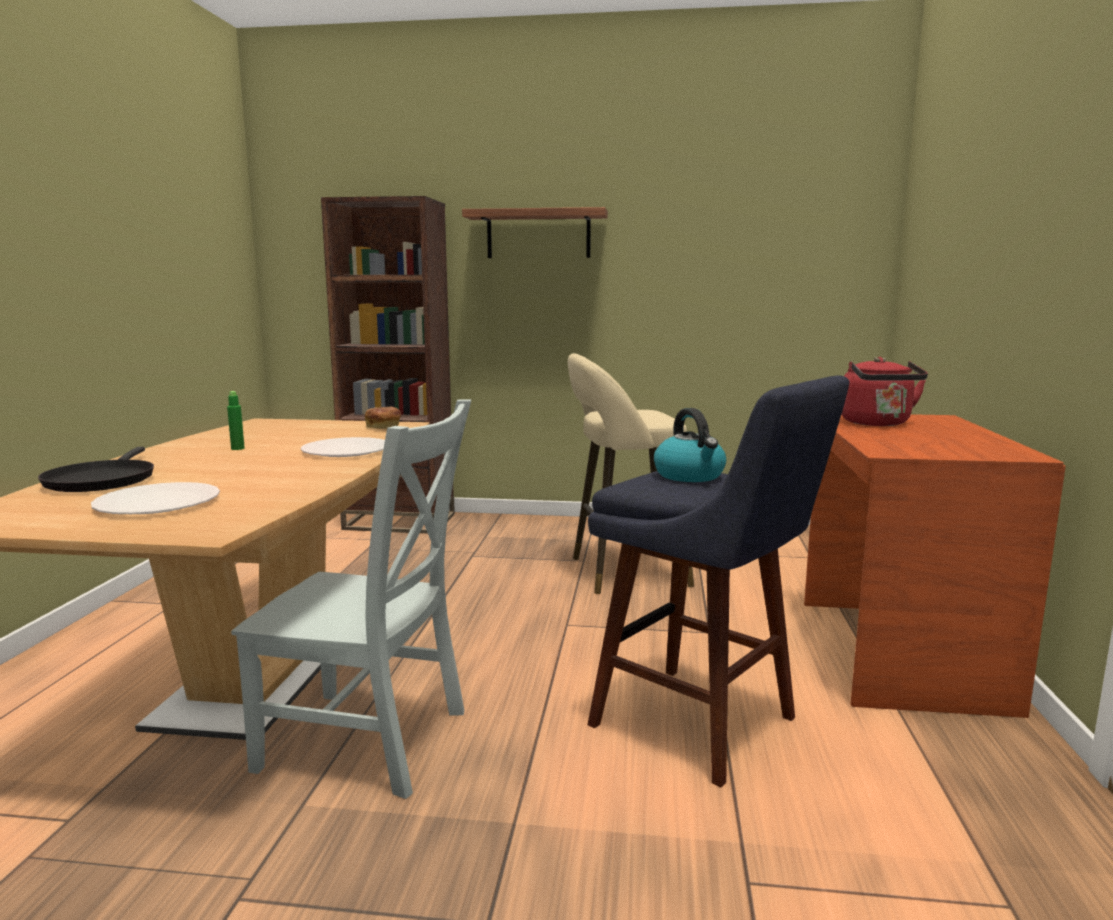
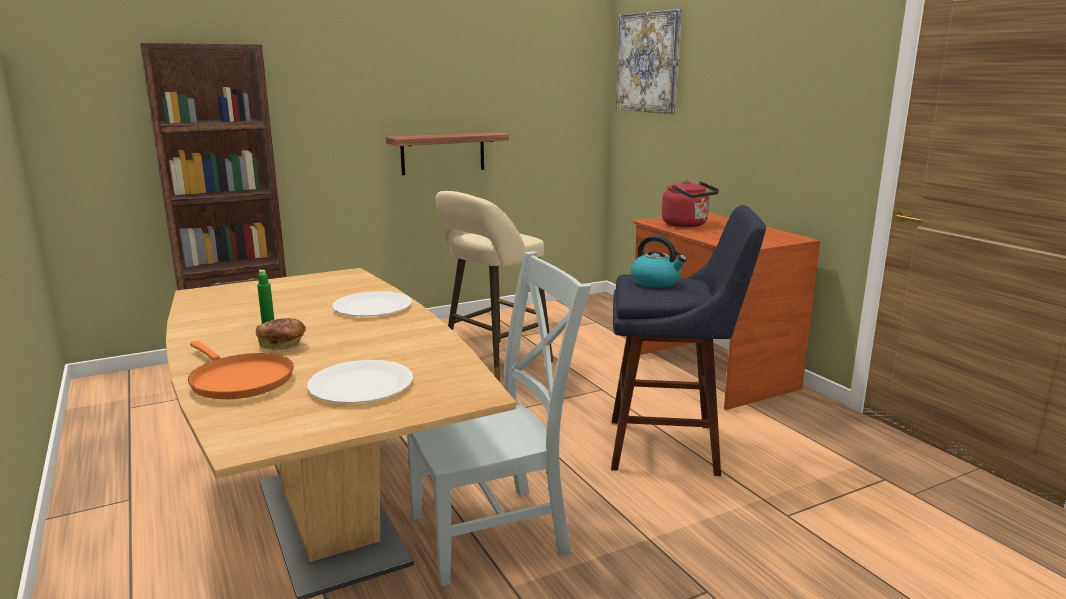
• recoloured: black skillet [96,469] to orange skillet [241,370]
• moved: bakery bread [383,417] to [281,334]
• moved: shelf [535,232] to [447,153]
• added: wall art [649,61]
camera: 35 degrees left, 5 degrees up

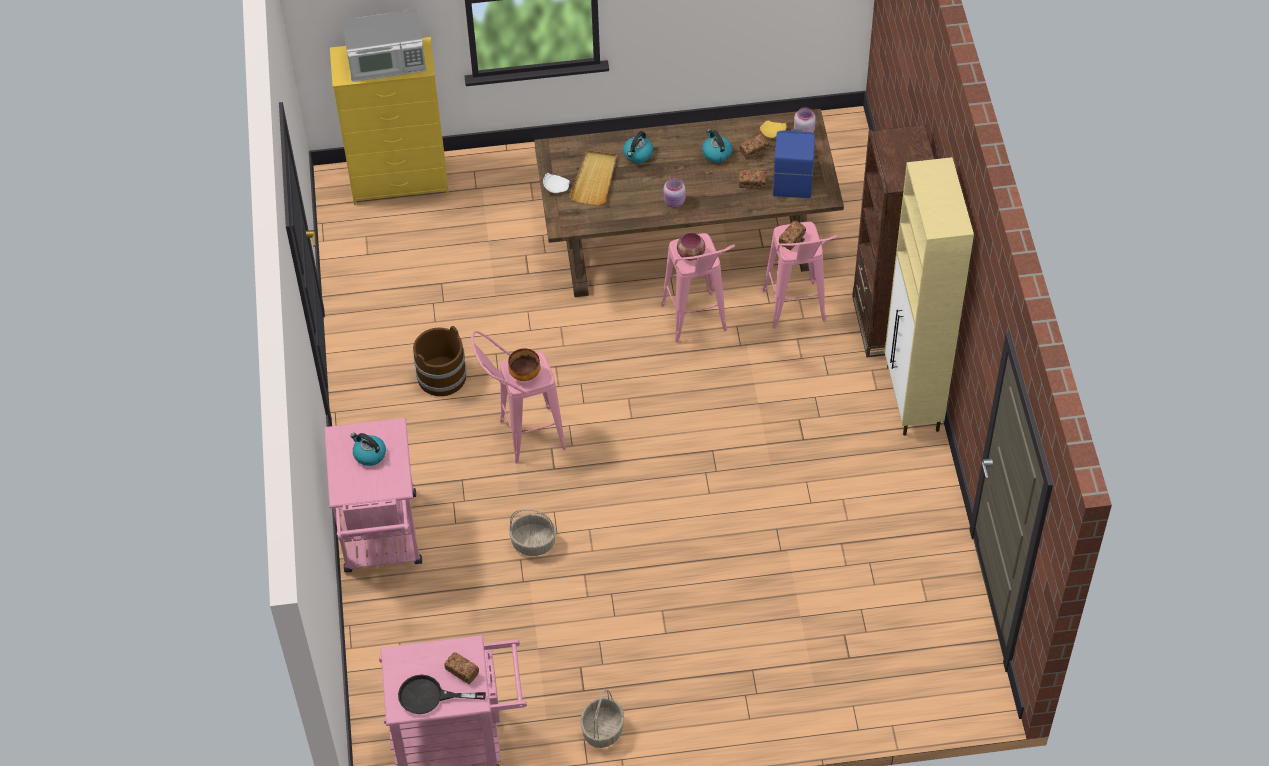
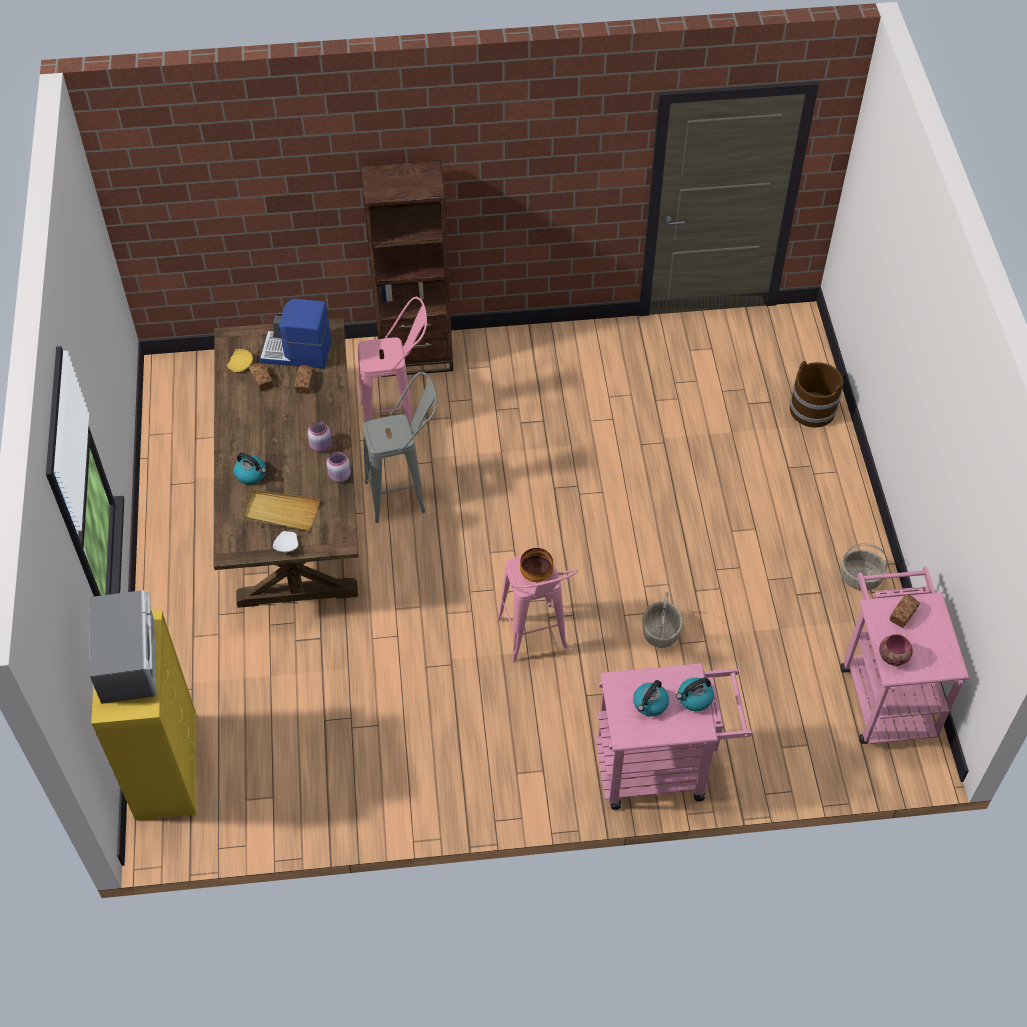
• removed: black skillet [442,694]
• moved: brown pail [440,361] to [816,394]
• recoloured: pinkish stool seat [698,288] to grey stool seat [400,447]
• moved: bowl [691,247] to [896,650]
• moved: tea kettle [717,146] to [695,694]
• removed: bakery bread [792,235]
• moved: pinkish storage jar [805,120] to [338,467]
• removed: beige-coloured cabinet [929,296]
camera: 90 degrees left, 0 degrees up

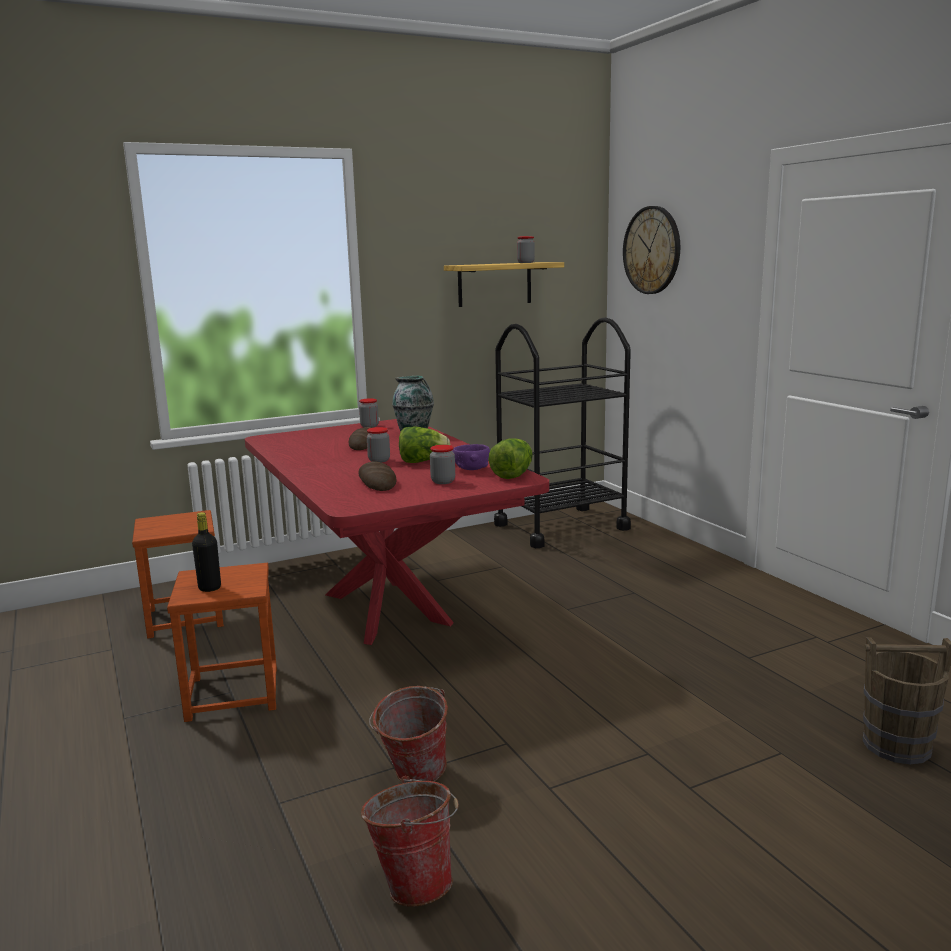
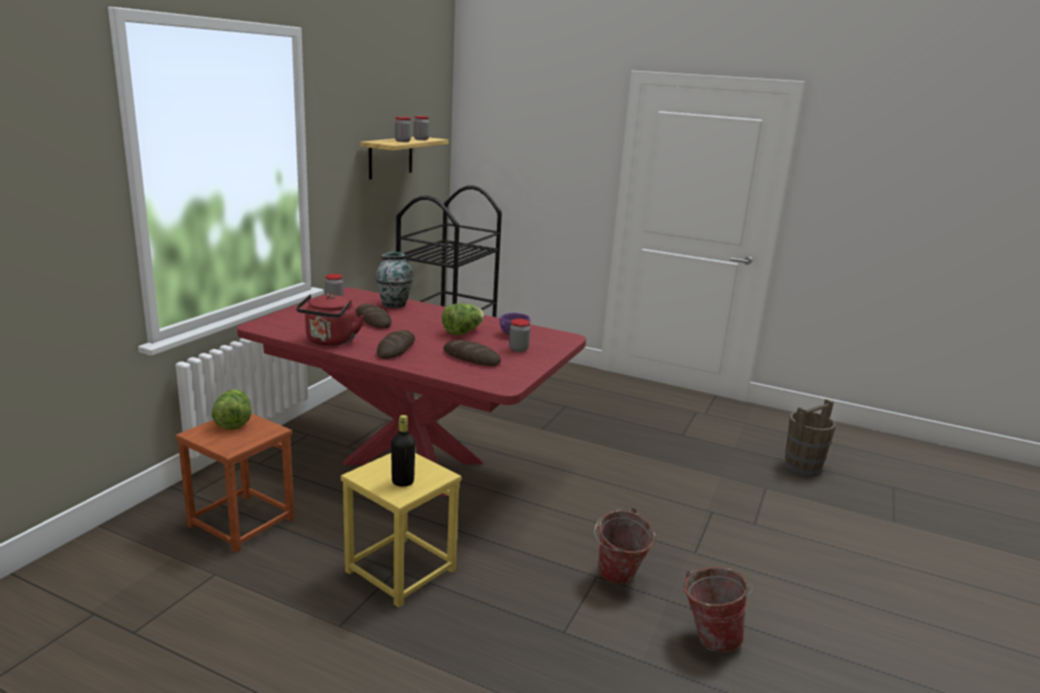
• recoloured: brown stool seat [222,642] to yellow-coloured stool seat [401,530]
• moved: storage jar [378,445] to [403,129]
• moved: lettuce head [510,458] to [231,409]
• removed: clock on the wall [651,250]
• added: red-coloured tea kettle [330,320]
• added: bakery bread [396,344]
camera: 40 degrees left, 5 degrees up

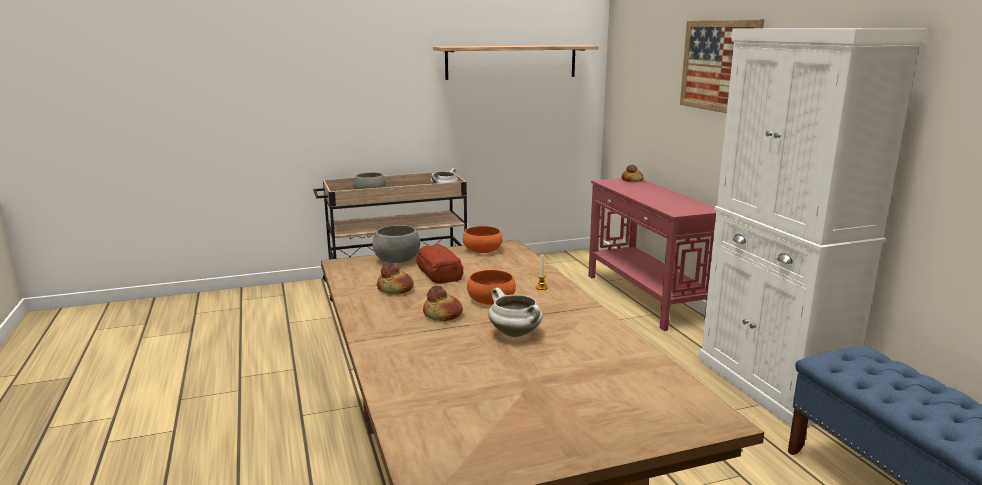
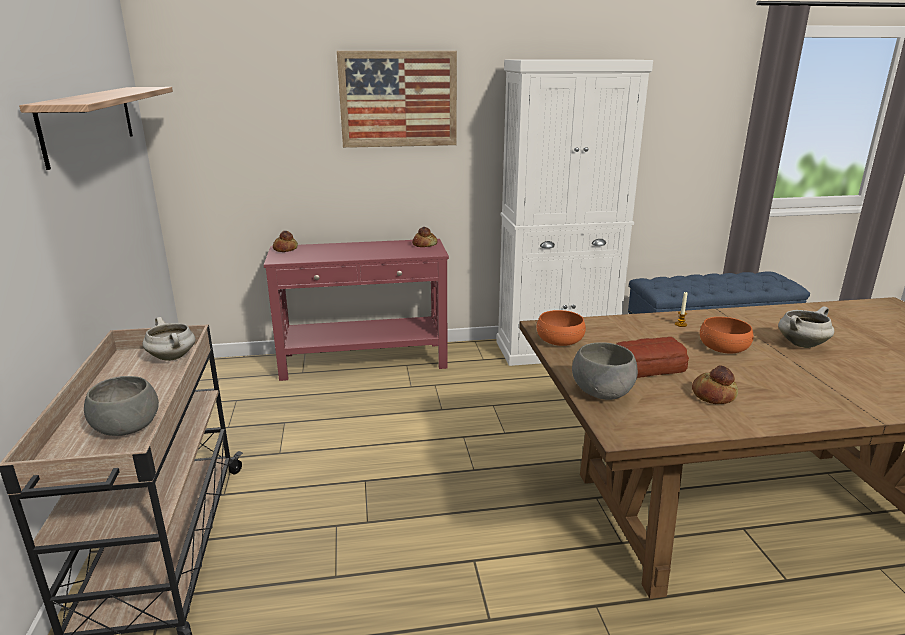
• moved: bakery bread [443,303] to [425,237]
camera: 80 degrees left, 5 degrees up

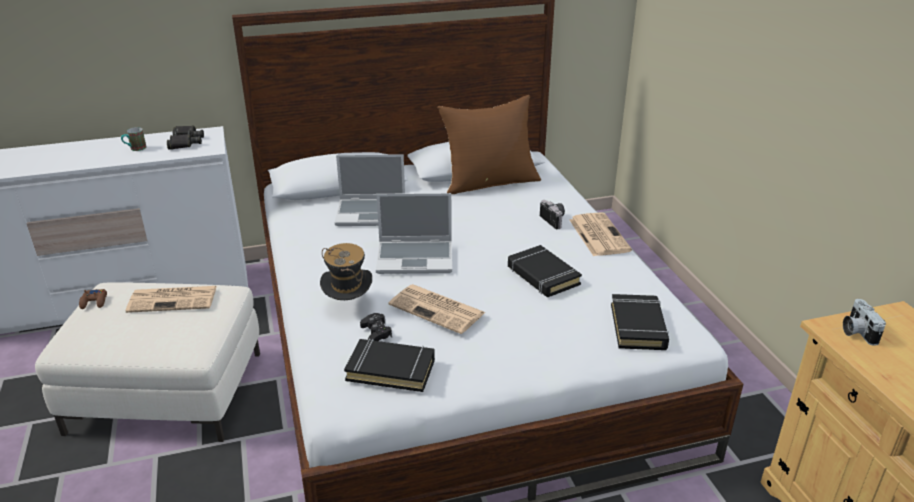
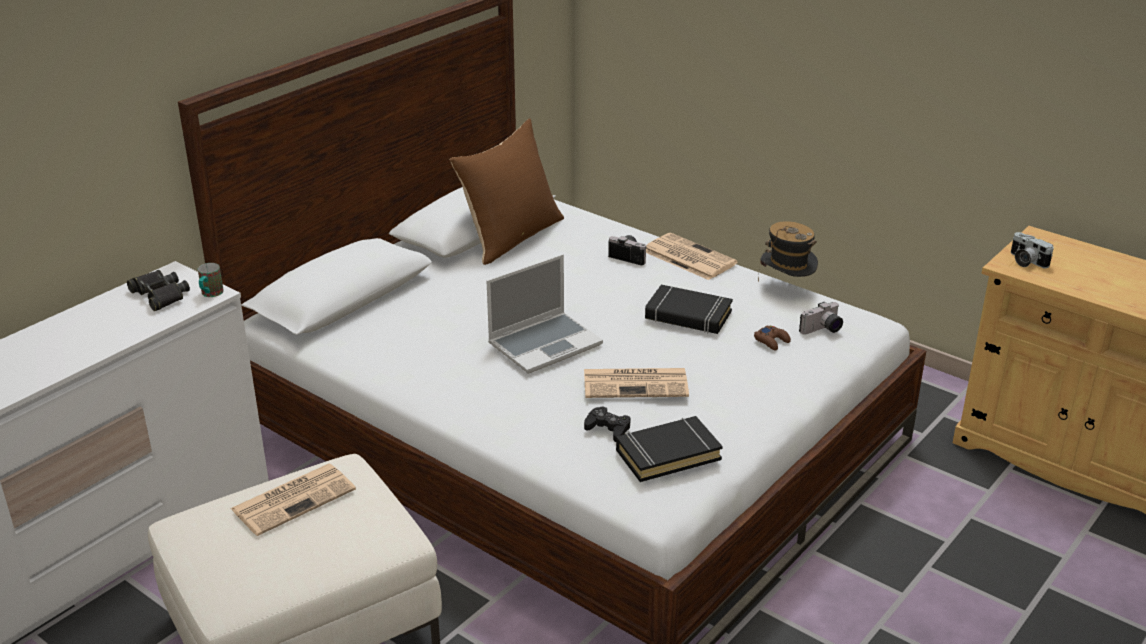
• moved: brown gamepad [93,299] to [772,338]
• moved: coffee mug [134,139] to [211,280]
• moved: wearable hat [346,271] to [788,251]
• removed: portable computer [370,190]
• replaced: black bound book [640,322] to photo camera [821,318]
camera: 35 degrees left, 0 degrees up

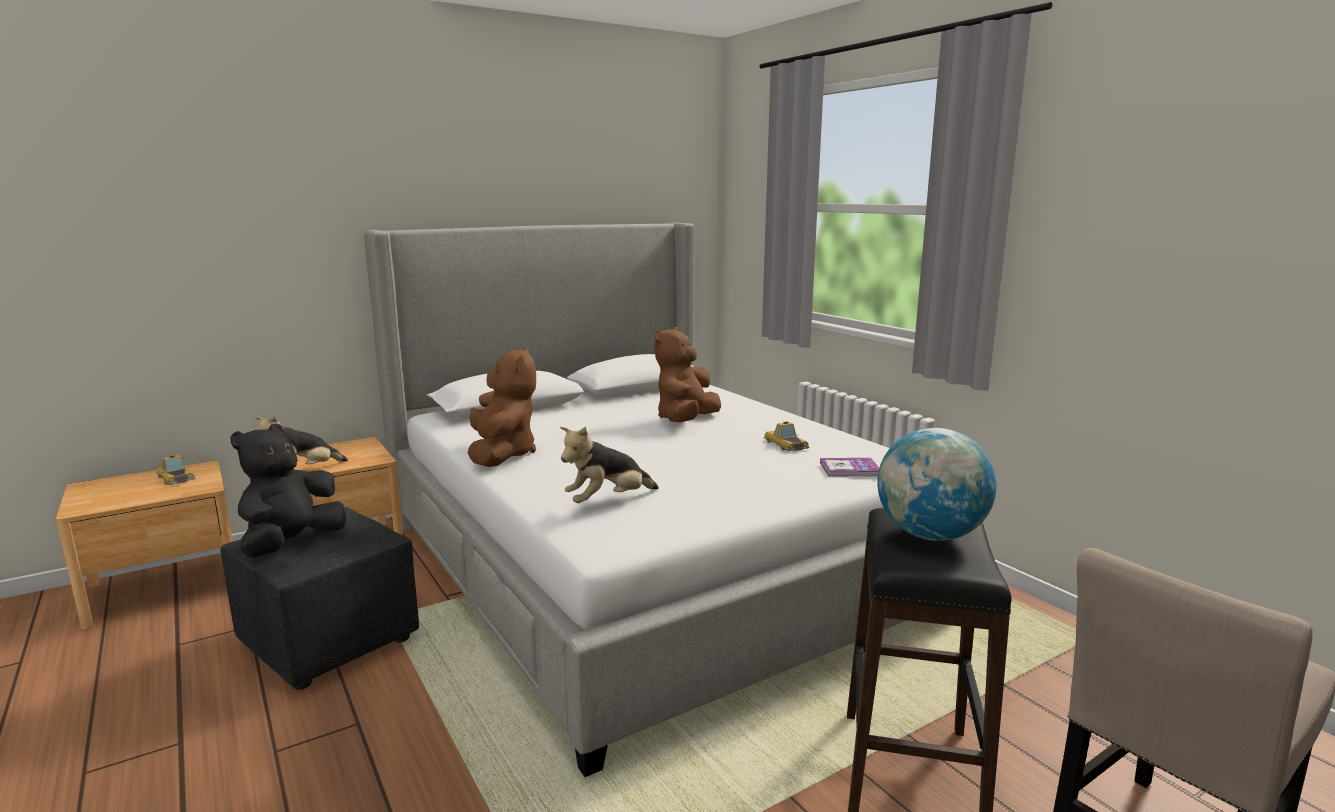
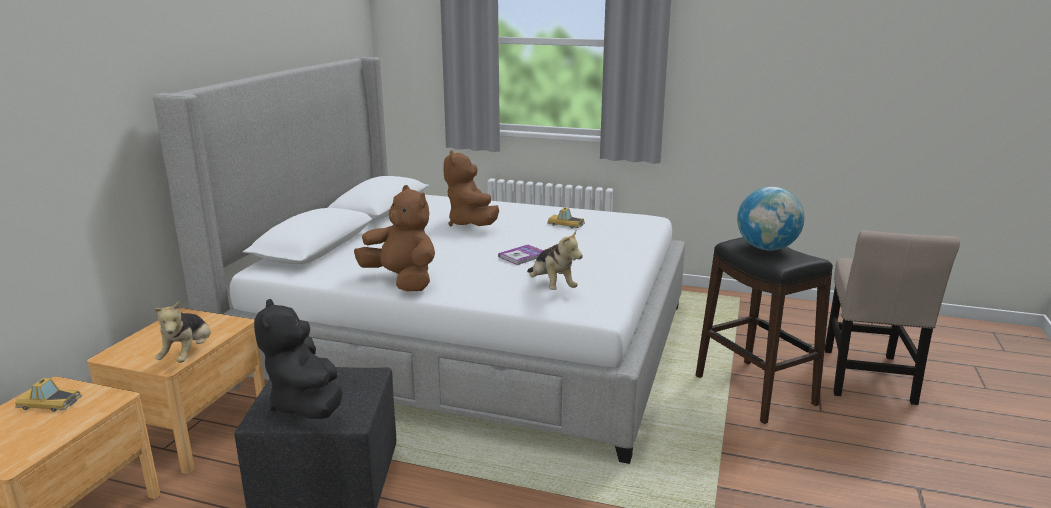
• turned: plush toy [609,465] = [555,260] 45 degrees counterclockwise
• moved: bound book [849,467] to [520,255]
camera: 40 degrees left, 5 degrees up

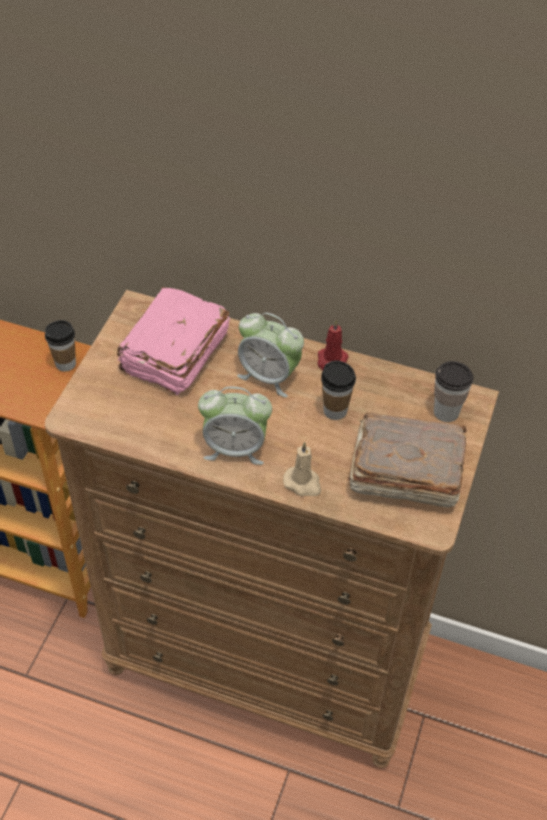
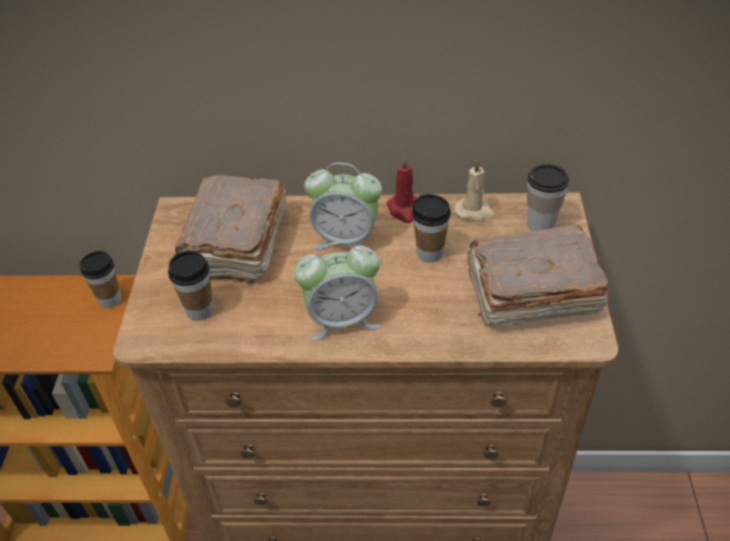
• recoloured: pinkish bound book [173,341] to brown bound book [230,229]
• moved: beige-coloured wax candle [302,469] to [474,190]
• added: drinking cup [191,286]
camera: 15 degrees left, 5 degrees down

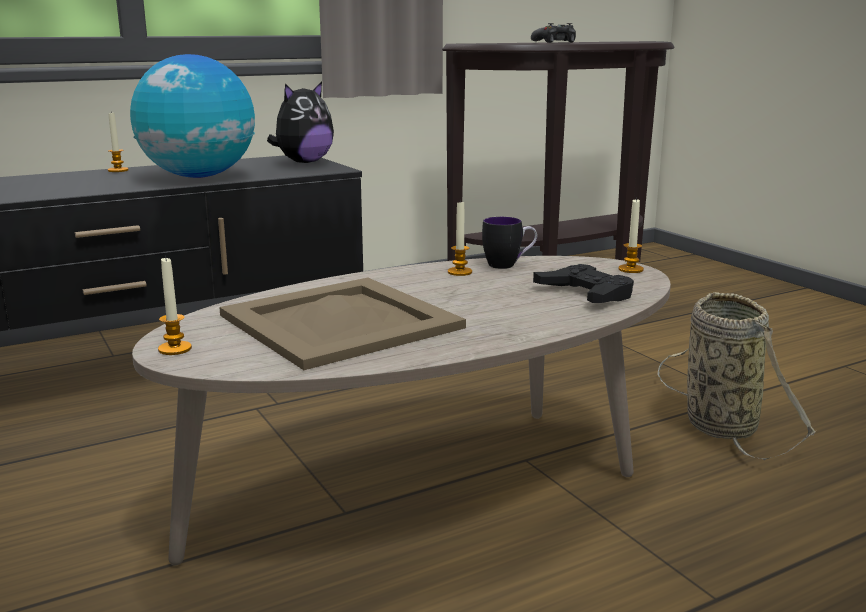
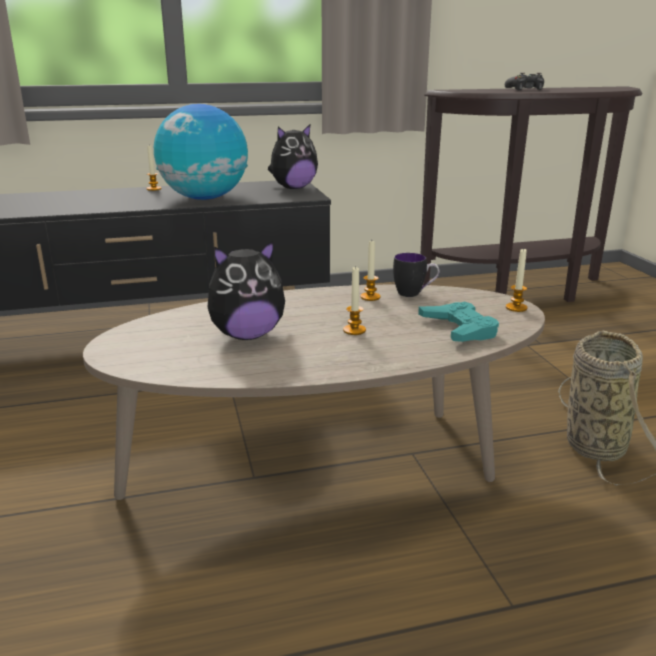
• moved: wax candle [175,305] to [354,301]
• replaced: beige-coloured tray [342,324] to plush toy [246,290]
• recoloured: black gamepad [583,283] to turquoise gamepad [458,321]
camera: 15 degrees right, 5 degrees up

